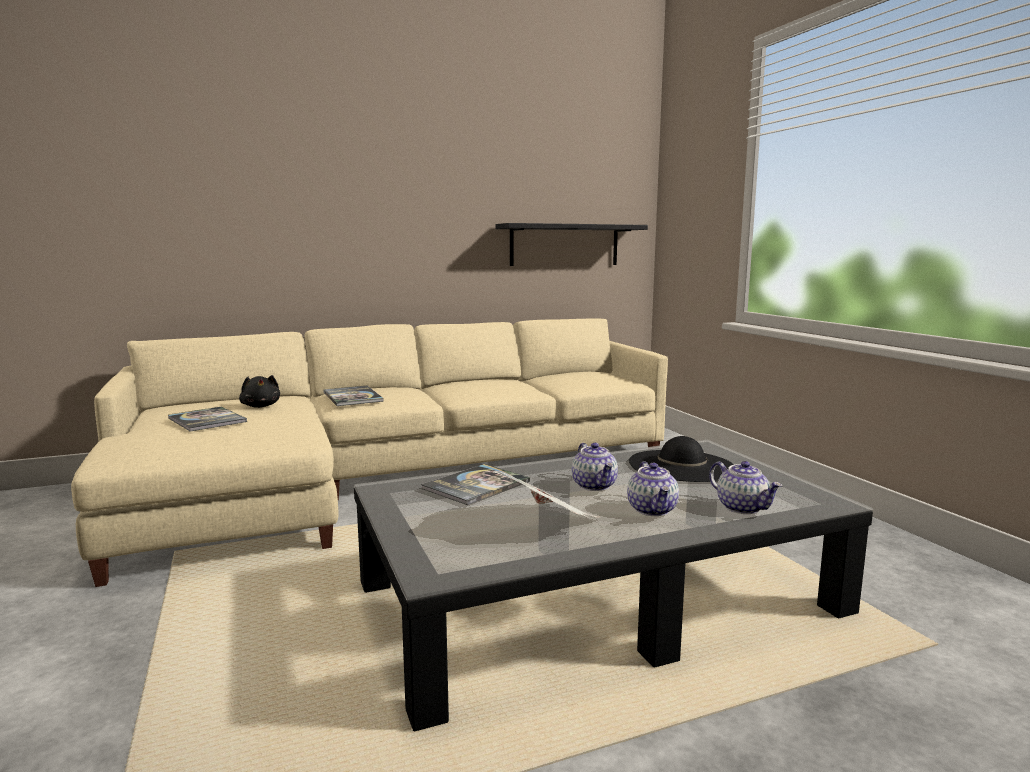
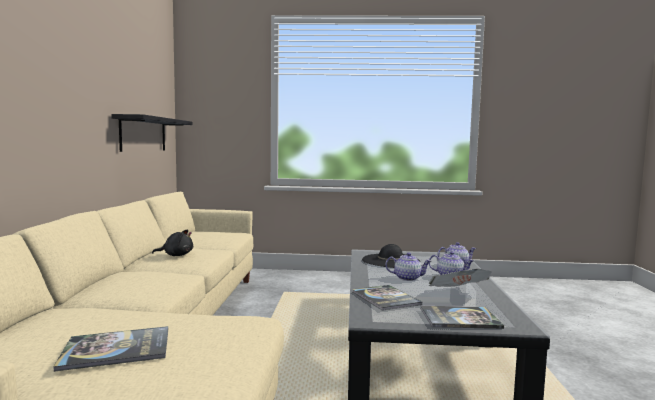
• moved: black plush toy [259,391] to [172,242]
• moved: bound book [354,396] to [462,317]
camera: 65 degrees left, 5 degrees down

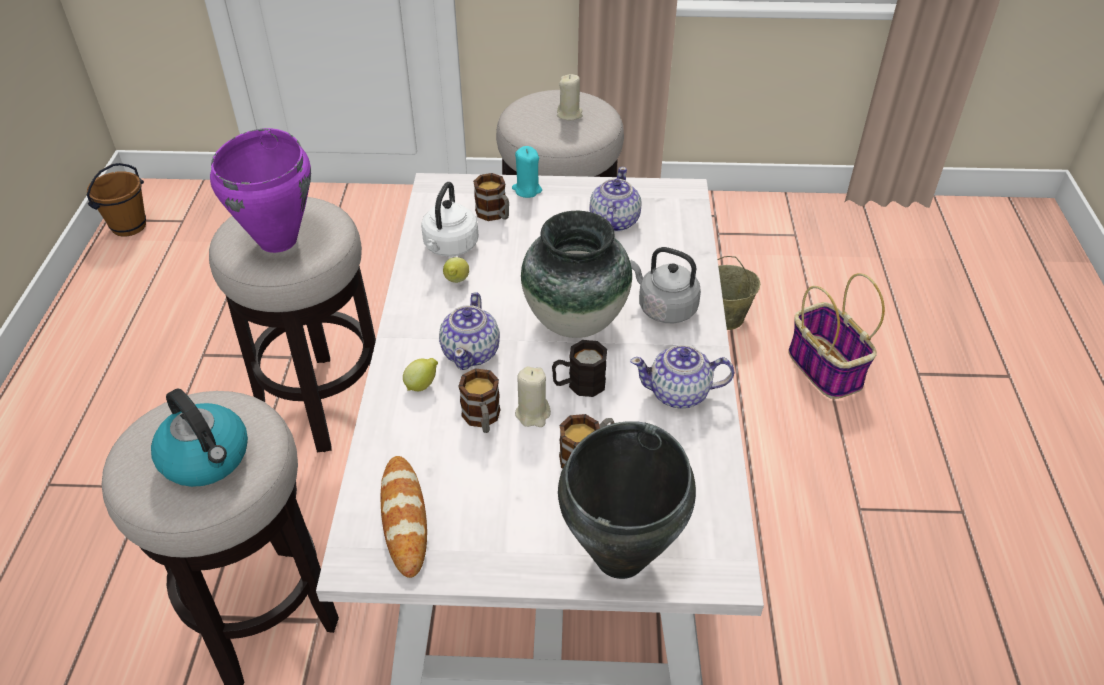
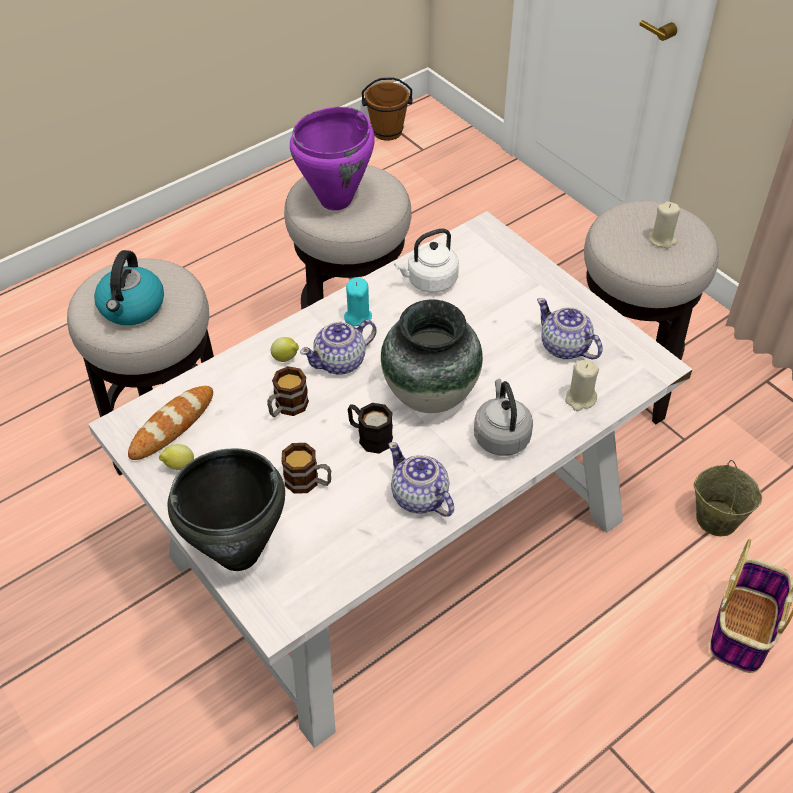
• moved: lemon [456,270] to [176,457]
• removed: coffee mug [491,197]
• moved: turquoise wax candle [527,172] to [358,302]
• moved: beige-coloured wax candle [533,396] to [582,385]
• turned: tea pot [615,199] = [570,329] 105 degrees counterclockwise
camera: 50 degrees right, 5 degrees up

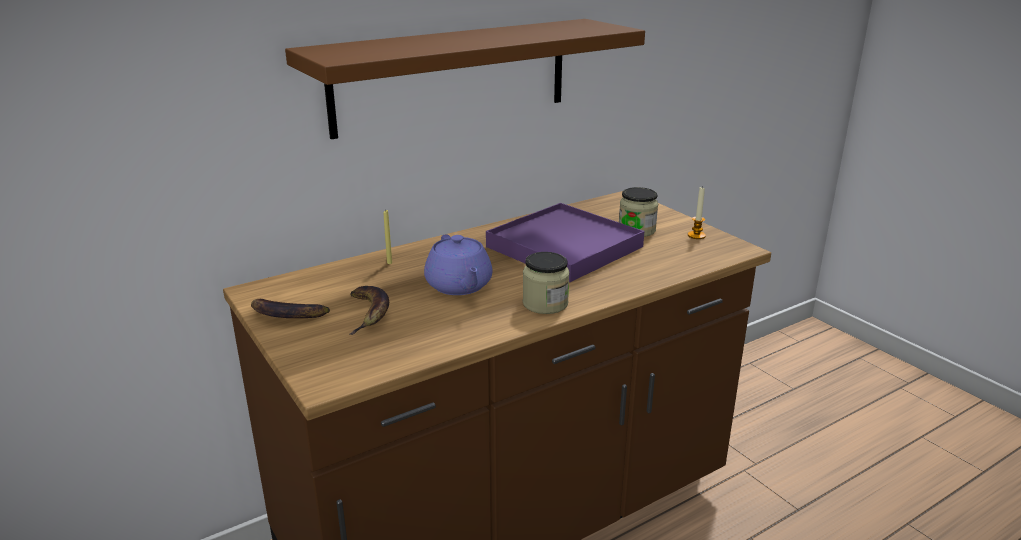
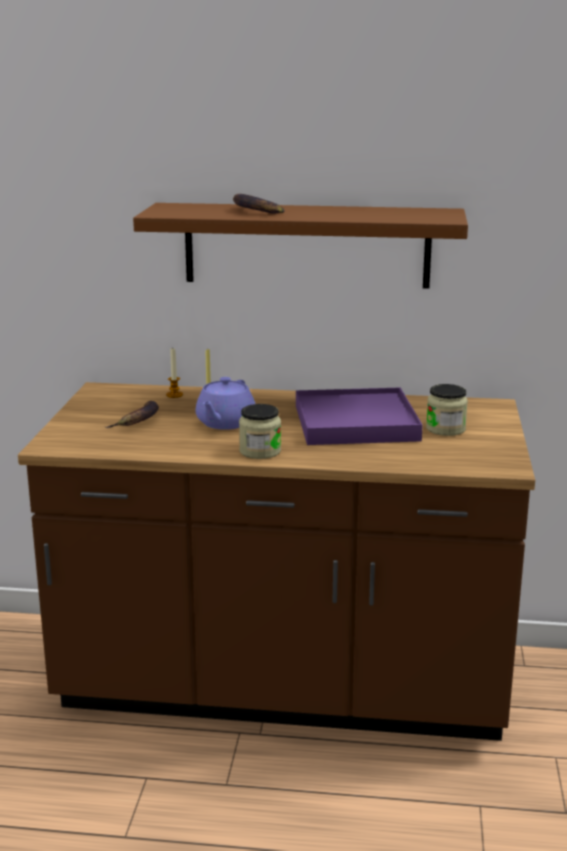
• moved: banana [290,308] to [258,204]
• moved: wax candle [697,212] to [174,373]
camera: 40 degrees right, 5 degrees down

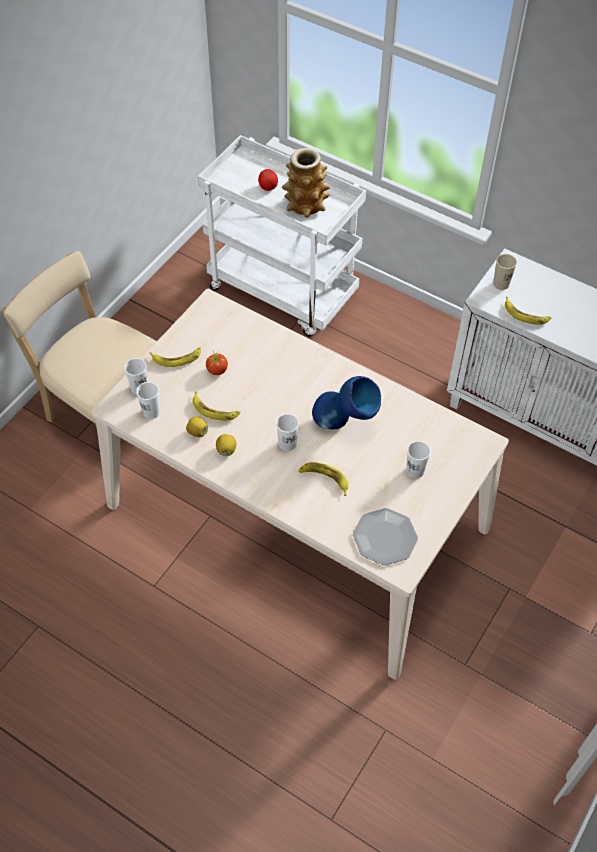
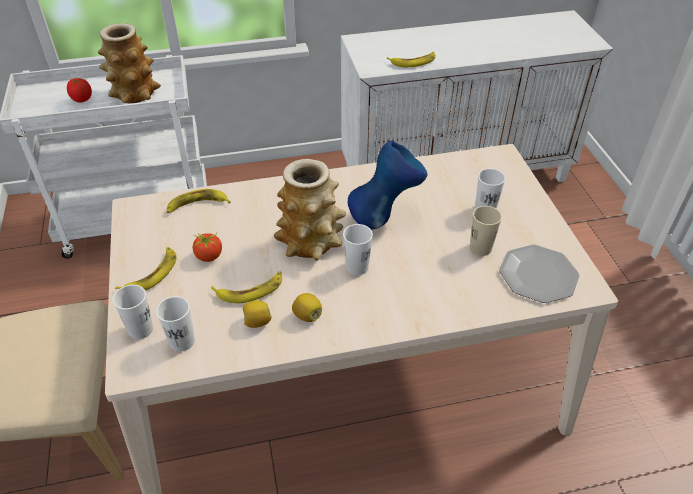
• moved: banana [323,479] to [199,201]
• moved: beige-coloured drinking cup [505,272] to [486,231]
• added: decorative vase [310,210]
camera: 45 degrees left, 10 degrees down

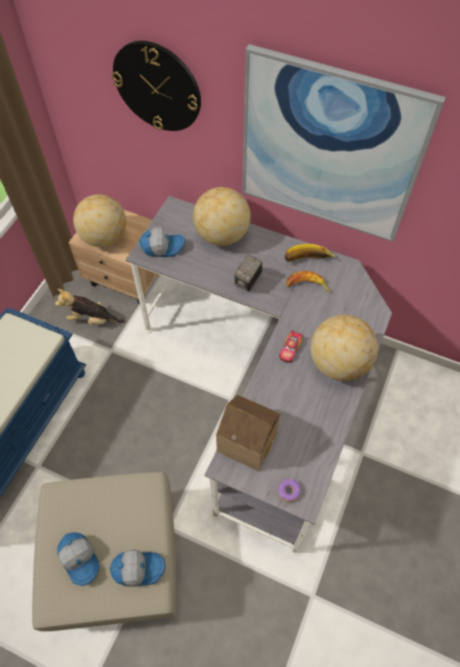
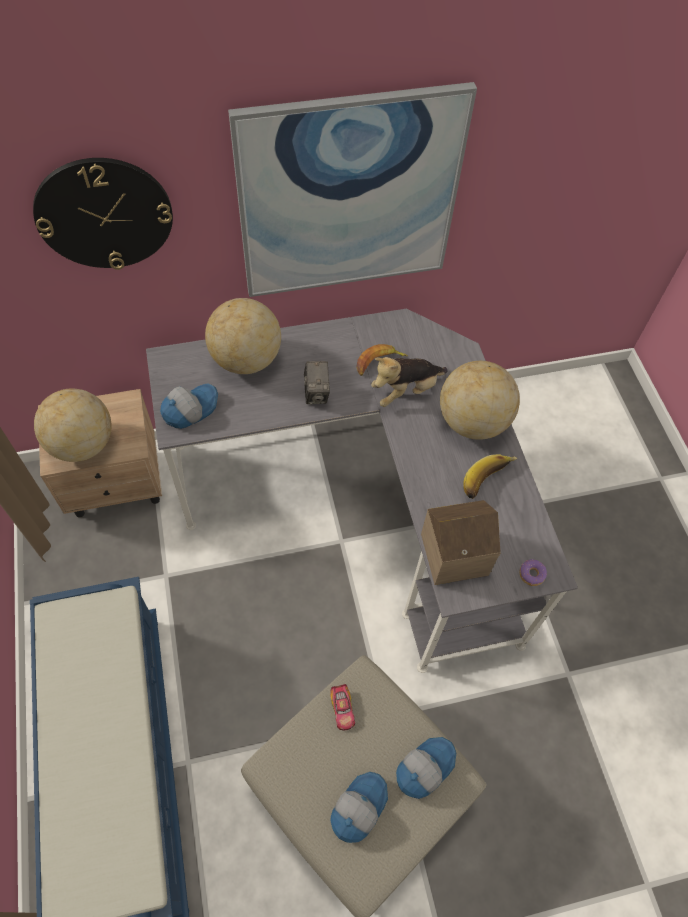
• moved: plush toy [90,307] to [409,382]
• turned: cap [78,559] = [359,807] 75 degrees counterclockwise
• moved: toy car [290,346] to [342,707]
• moved: banana [310,253] to [490,476]
camera: 40 degrees left, 0 degrees up

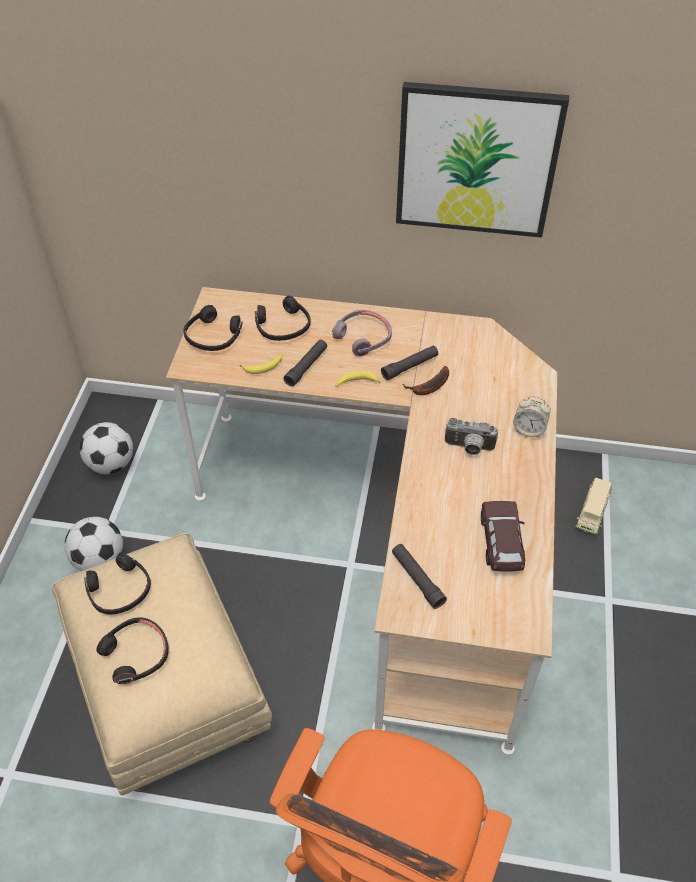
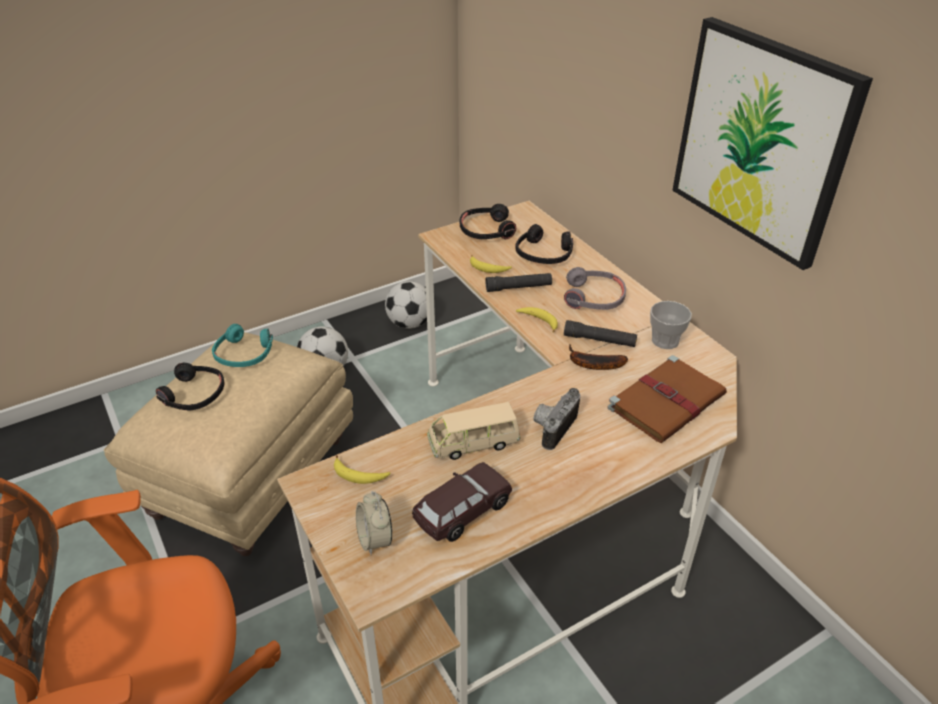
• recoloured: black pair of headphones [117,583] to turquoise pair of headphones [242,345]
• replaced: black hand torch [419,576] to banana [362,469]
• turned: photo camera [471,436] = [557,419] 60 degrees clockwise
• moved: table clock [532,417] to [374,523]
• moved: beige-coloured toy car [594,506] to [473,431]
• added: brown bound book [667,399]
• added: drinking cup [671,325]
camera: 50 degrees right, 10 degrees down

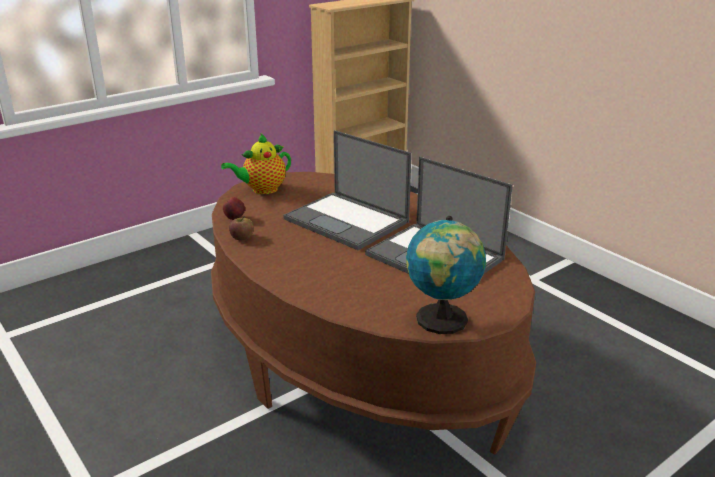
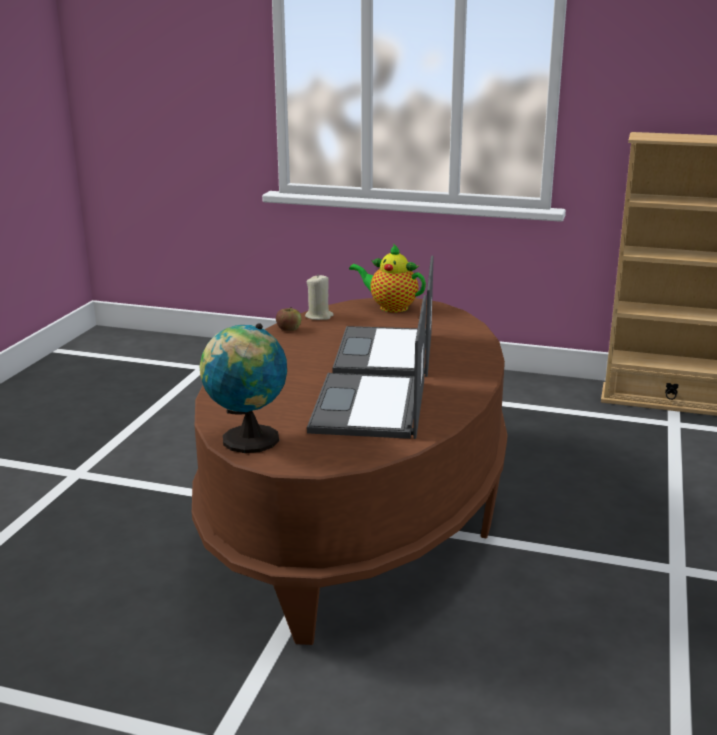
• replaced: whole apple [234,208] to beige-coloured wax candle [319,297]
camera: 55 degrees right, 5 degrees down

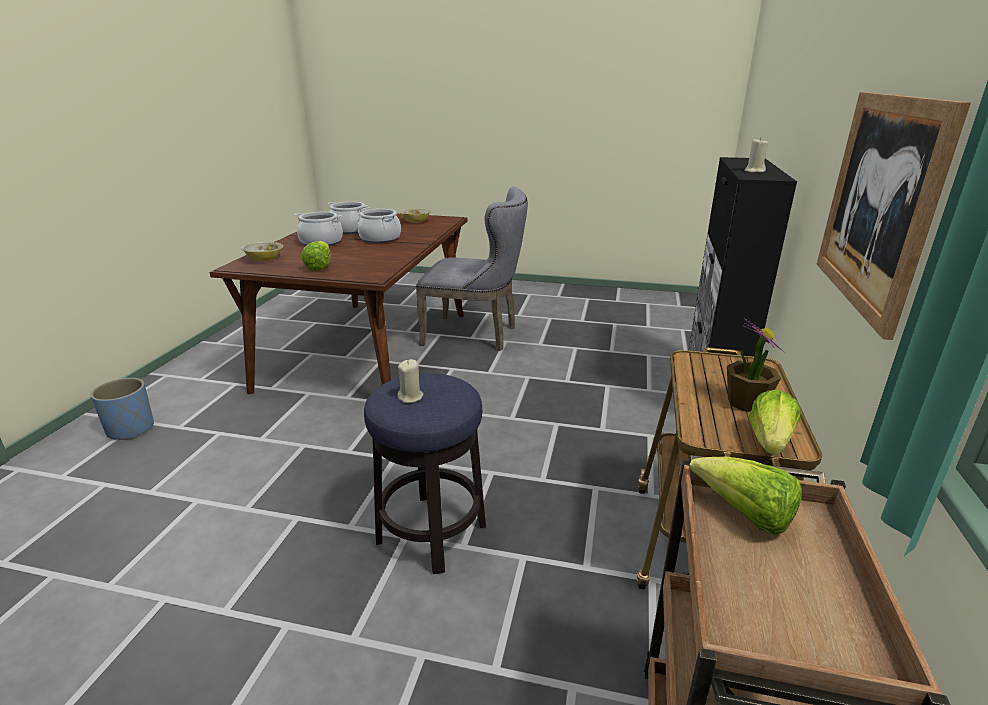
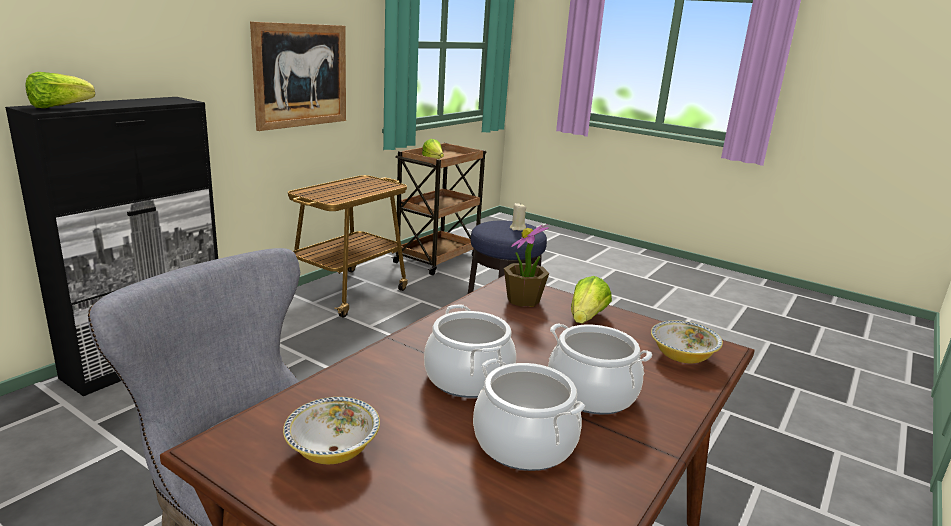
• removed: blue flower pot [122,409]
• moved: potted plant [755,365] to [526,265]
• removed: beige-coloured wax candle [756,156]
• moved: lettuce head [774,422] to [60,90]
camera: 160 degrees left, 5 degrees down

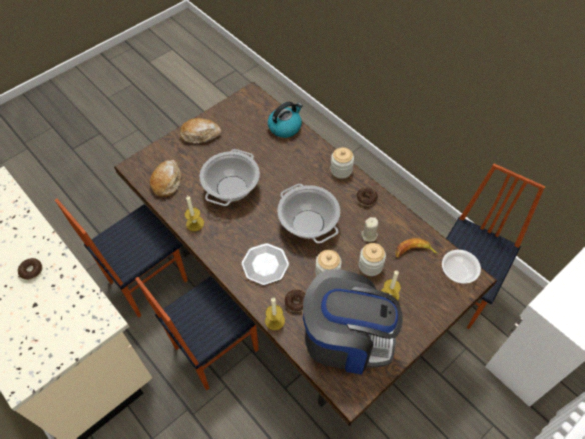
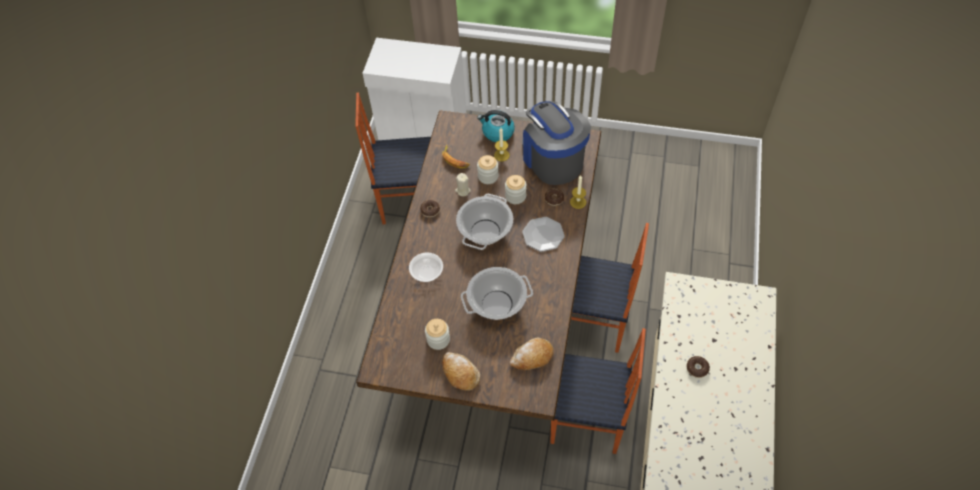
• removed: wax candle [194,213]
• moved: tea kettle [285,120] to [496,126]
• moved: storage jar [342,163] to [437,334]
• moved: bowl [461,266] to [426,267]
camera: 125 degrees left, 0 degrees up

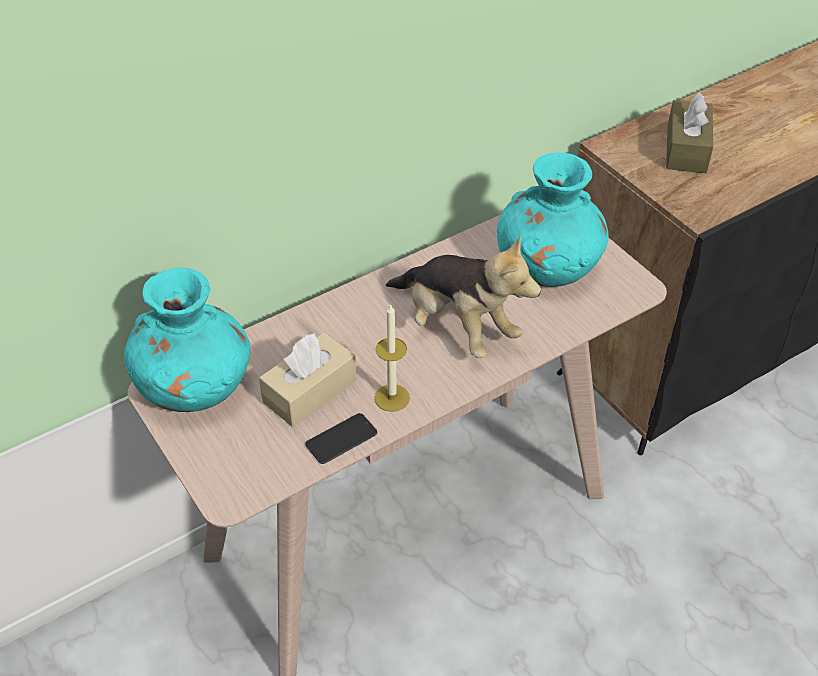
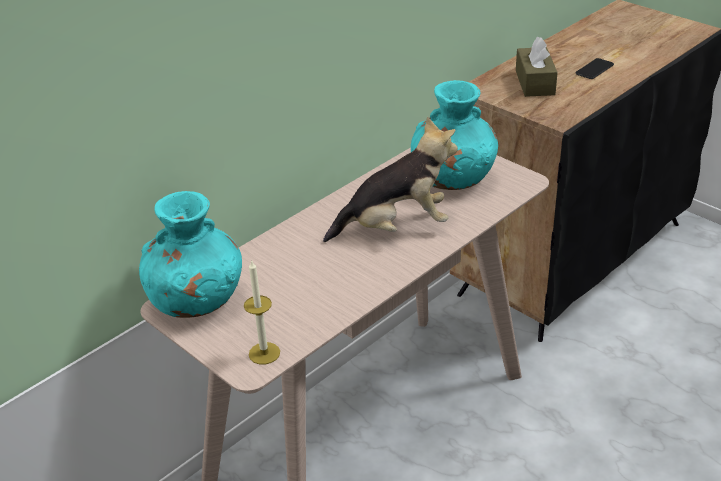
• removed: beige-coloured tissue box [308,379]
• moved: handset [341,438] to [594,68]
• moved: wax candle [392,357] to [262,312]
• turned: plush toy [463,297] = [390,179] 45 degrees counterclockwise
camera: 10 degrees left, 10 degrees down

